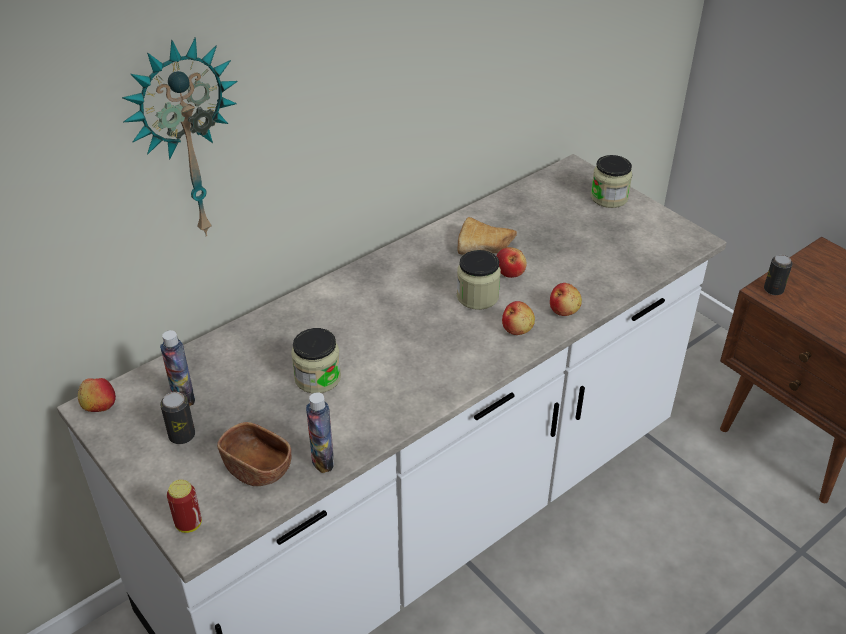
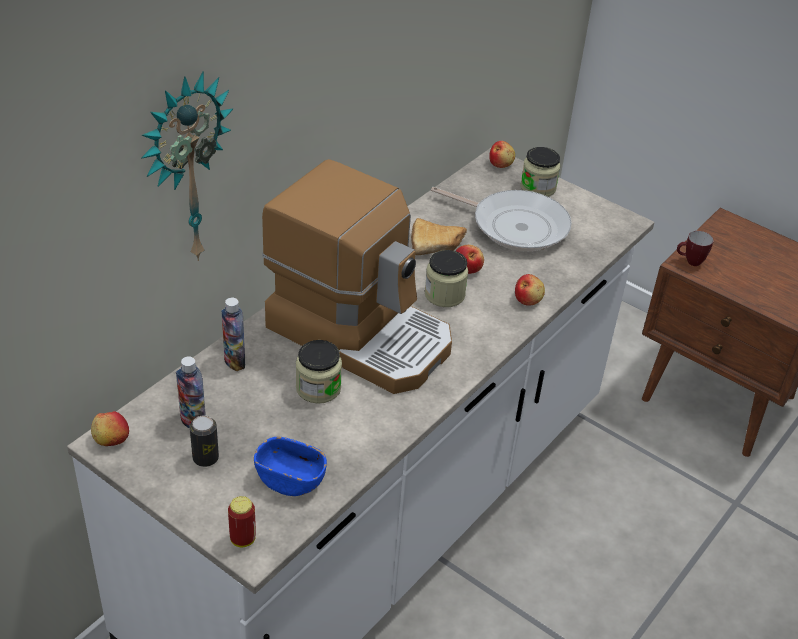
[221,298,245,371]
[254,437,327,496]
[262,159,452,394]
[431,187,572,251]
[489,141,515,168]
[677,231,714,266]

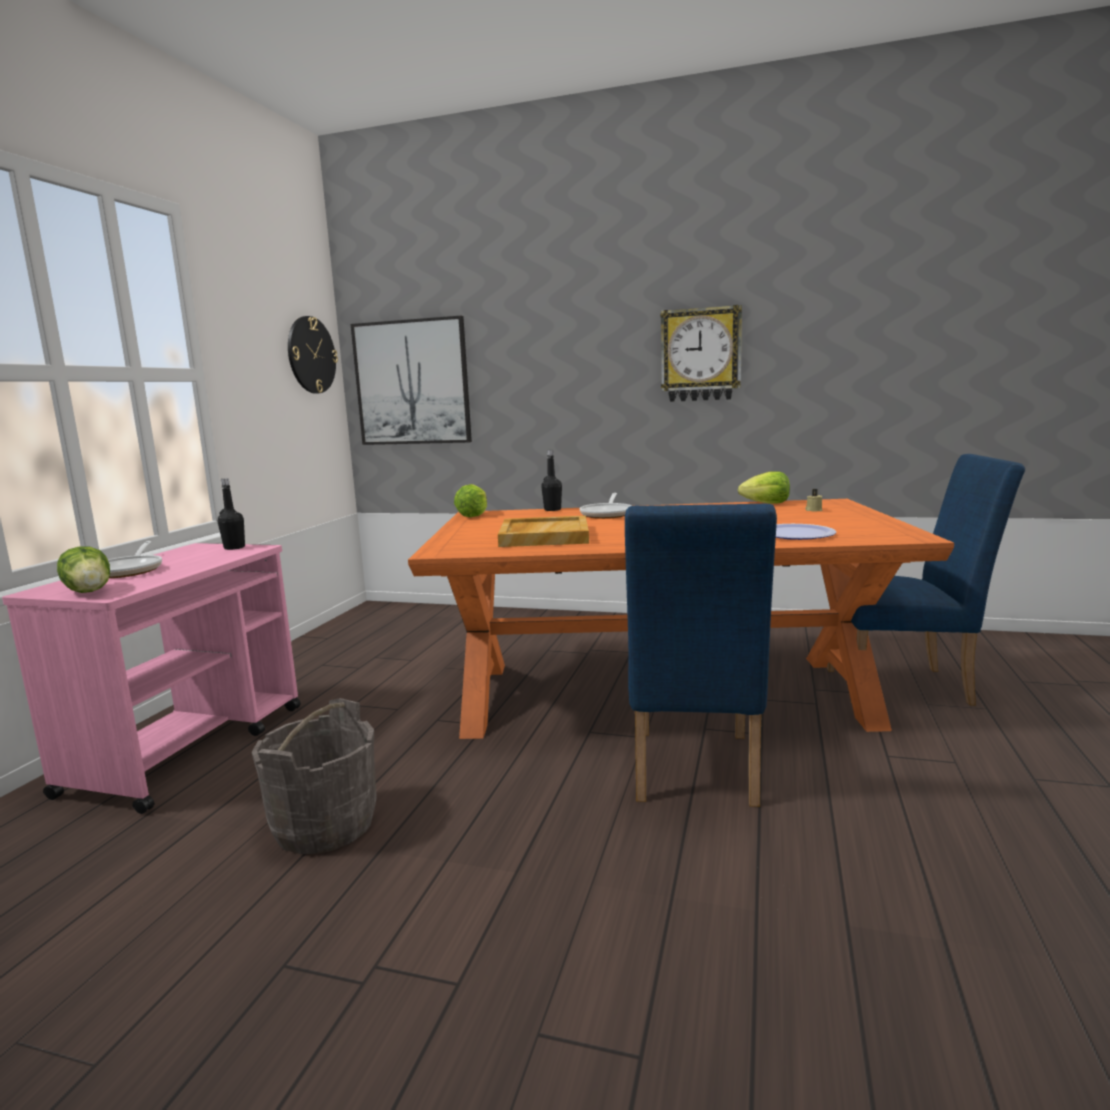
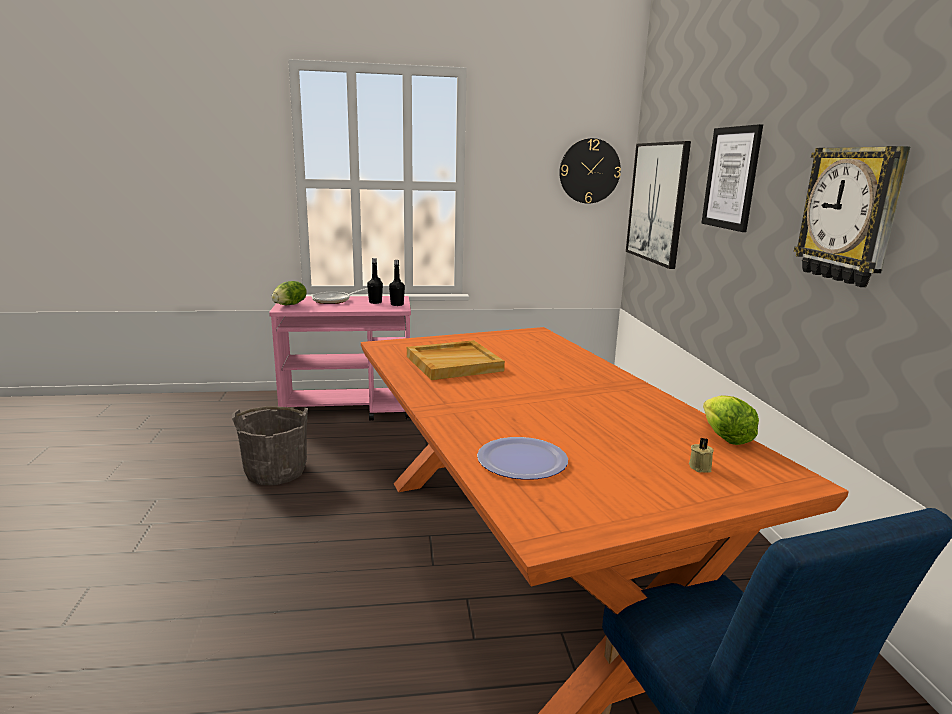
[367,258,383,304]
[702,124,763,232]
[454,484,487,517] (first image)
[580,493,631,519] (first image)
[625,504,777,807] (first image)

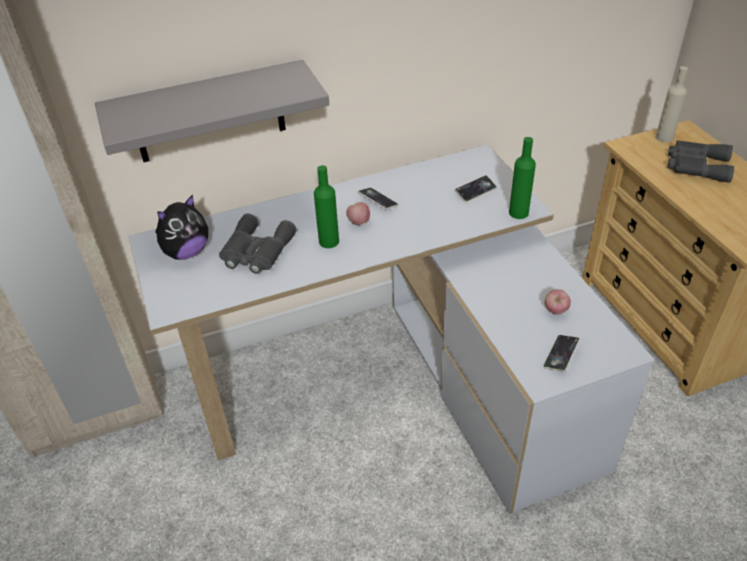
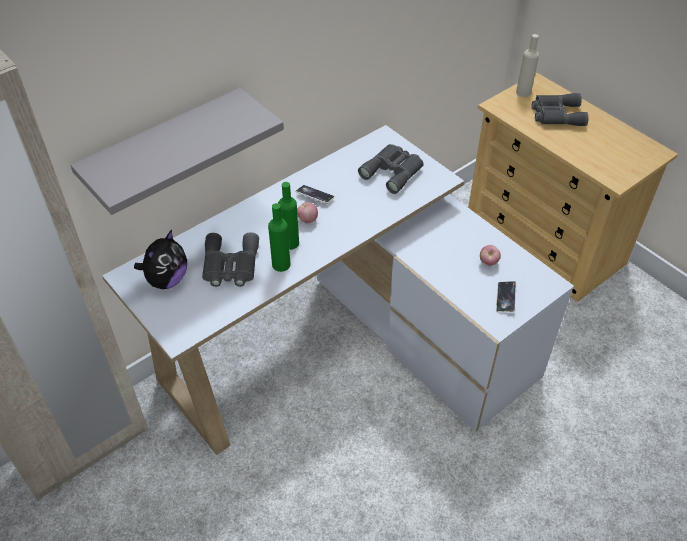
[268,203,291,272]
[358,144,424,194]

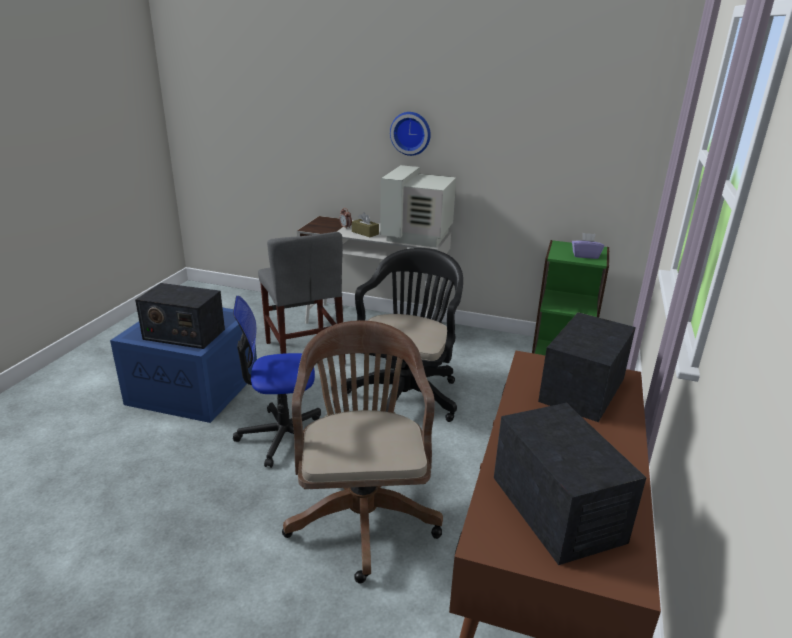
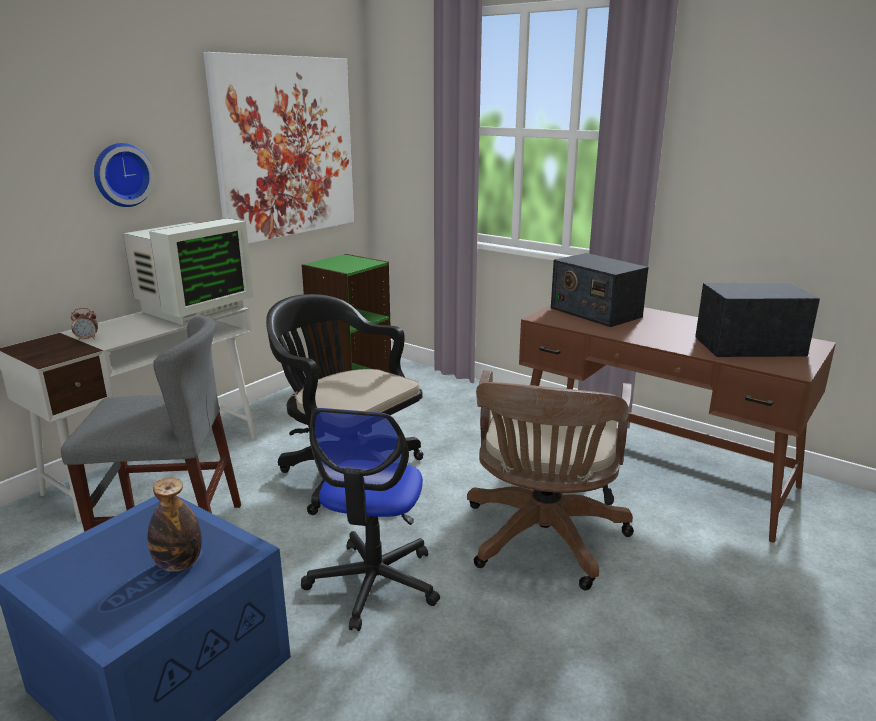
[123,218,254,325]
[147,478,202,572]
[203,52,354,244]
[467,370,634,590]
[352,212,379,237] (first image)
[572,233,604,259] (first image)

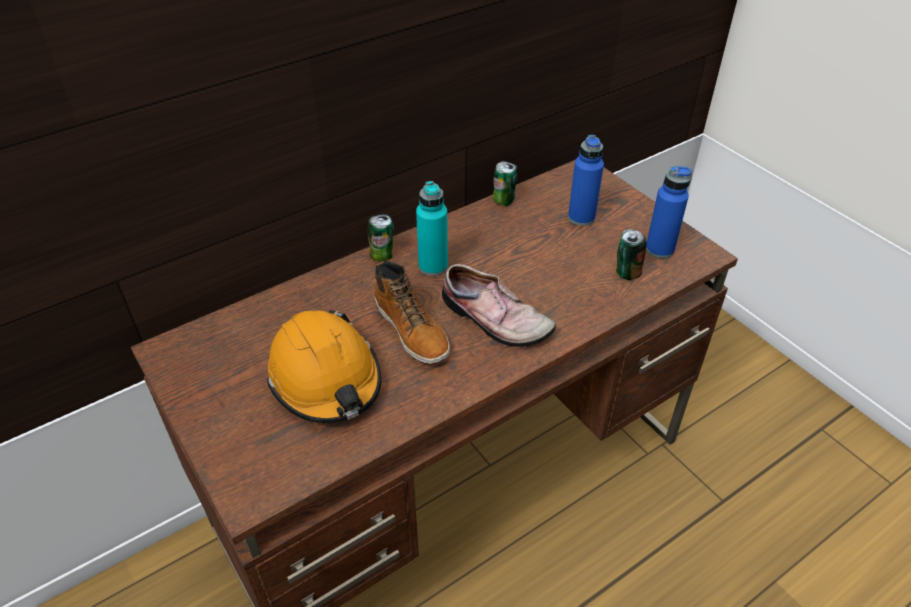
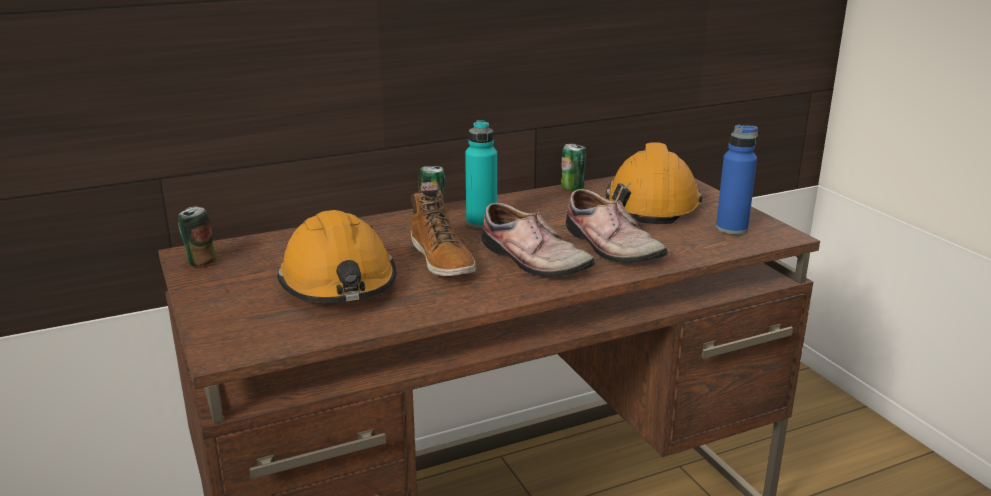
[178,206,216,266]
[566,189,667,263]
[605,142,703,224]

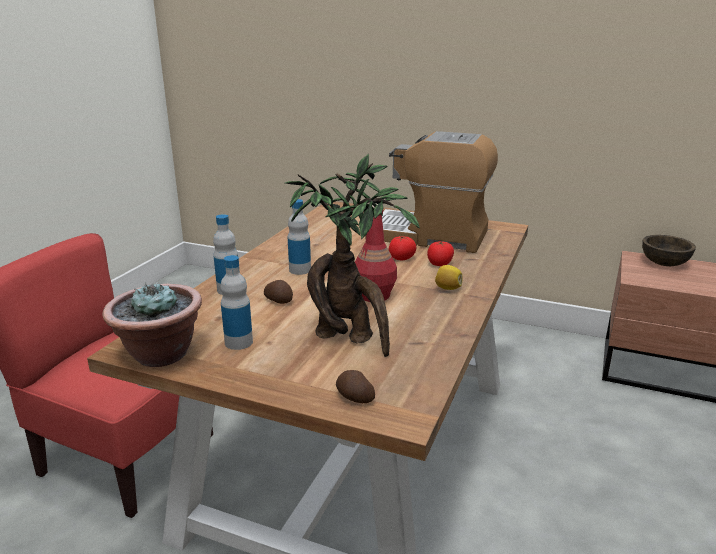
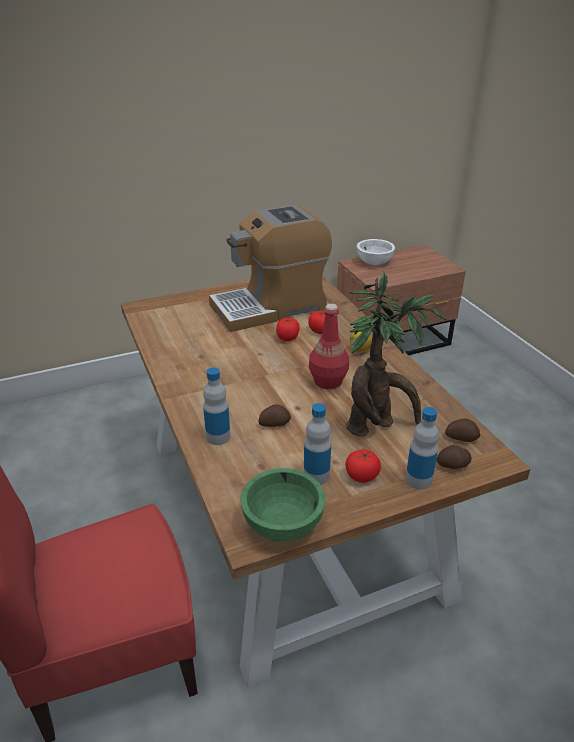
[240,468,325,541]
[346,450,381,483]
[357,239,395,265]
[405,407,439,490]
[445,418,480,442]

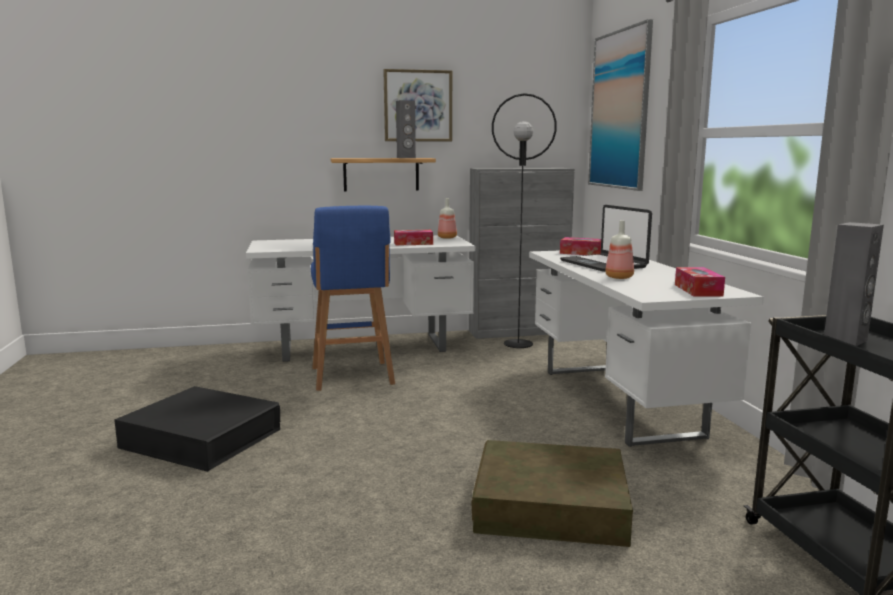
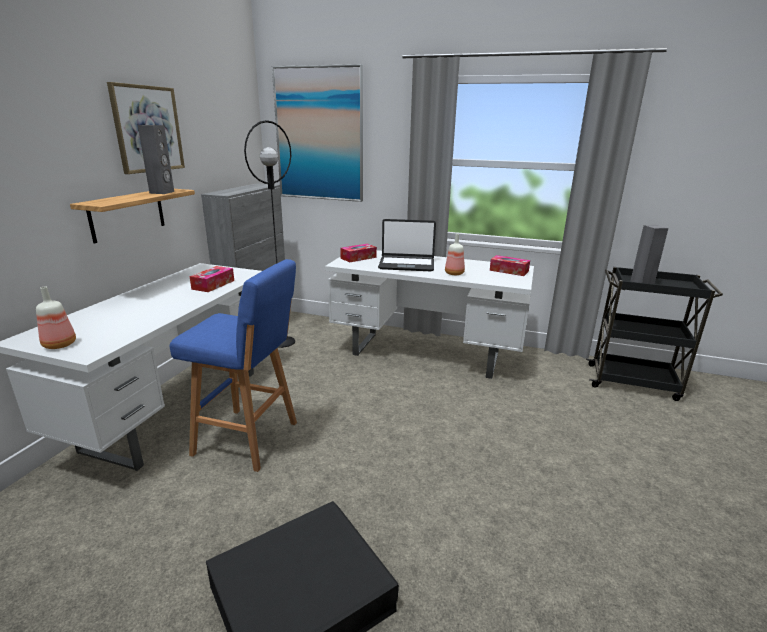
[36,286,76,349]
[472,440,633,547] (first image)

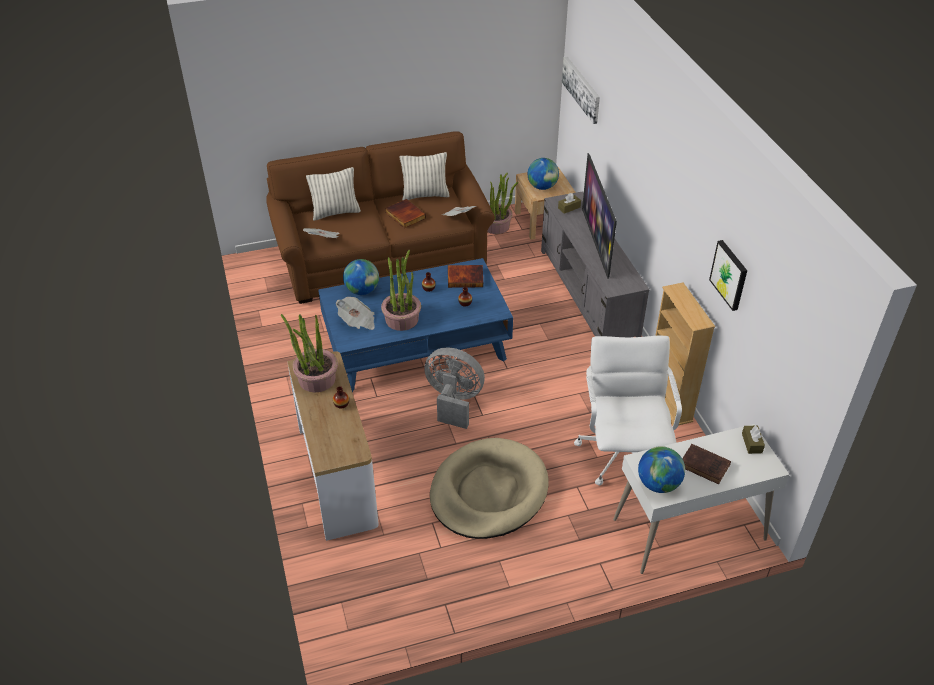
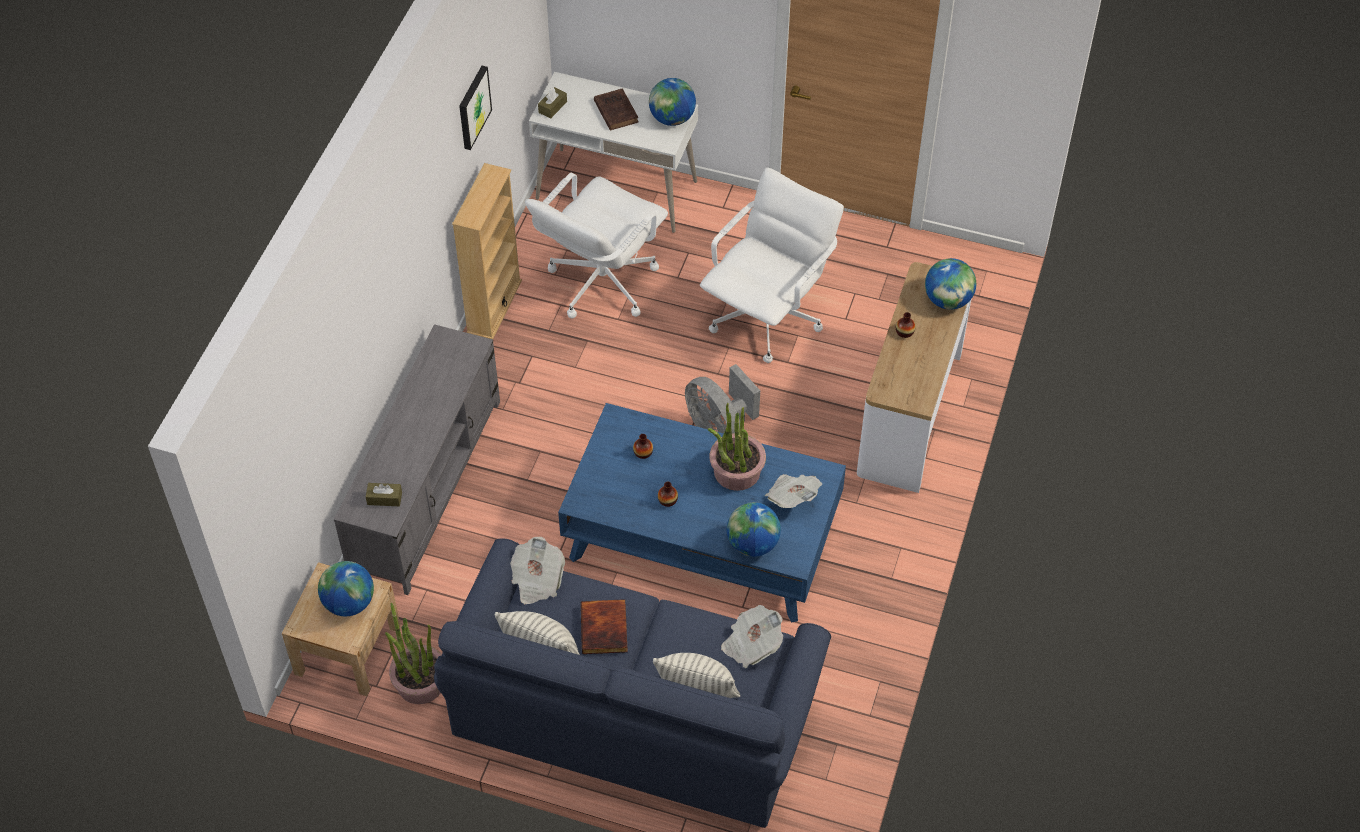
[434,538,831,828]
[700,168,844,363]
[925,258,976,310]
[281,314,338,392] (first image)
[448,265,483,288] (first image)
[562,57,600,124] (first image)
[582,153,617,279] (first image)

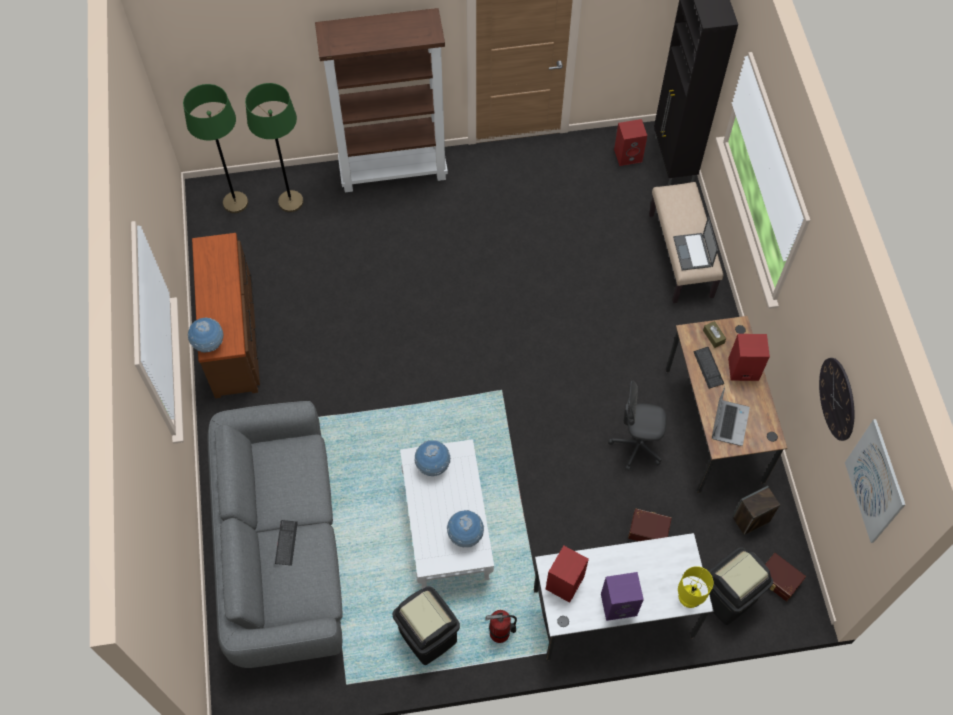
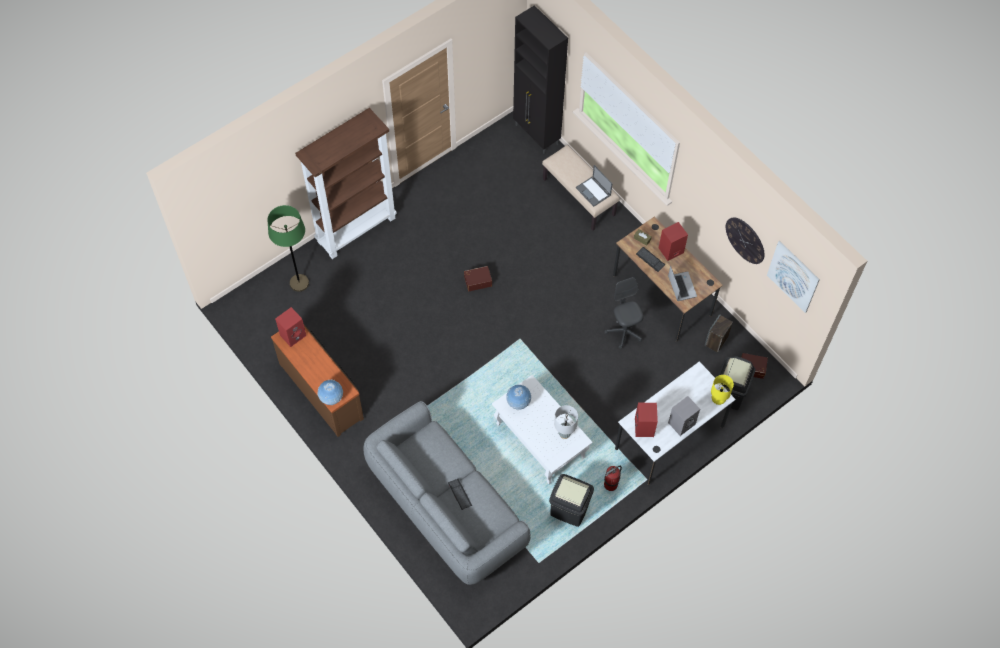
[275,307,306,347]
[464,266,492,291]
[554,405,578,439]
[604,277,644,349]
[668,396,700,436]
[183,84,248,214] (first image)

